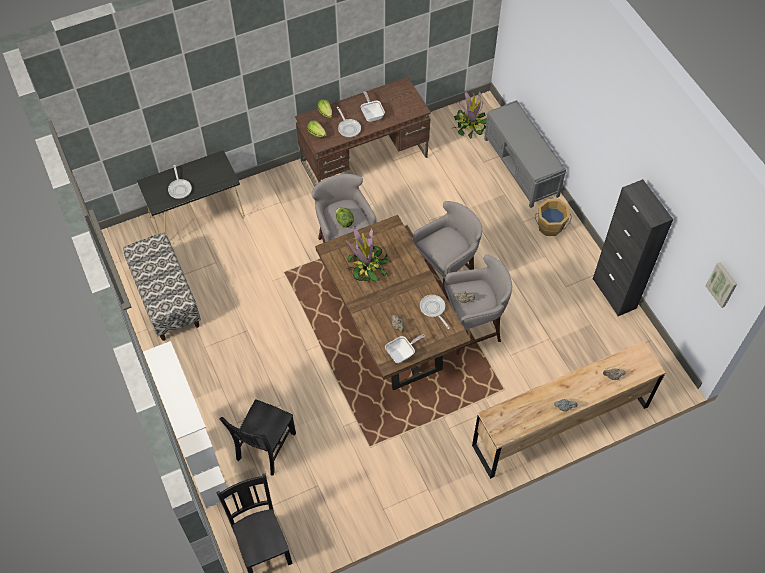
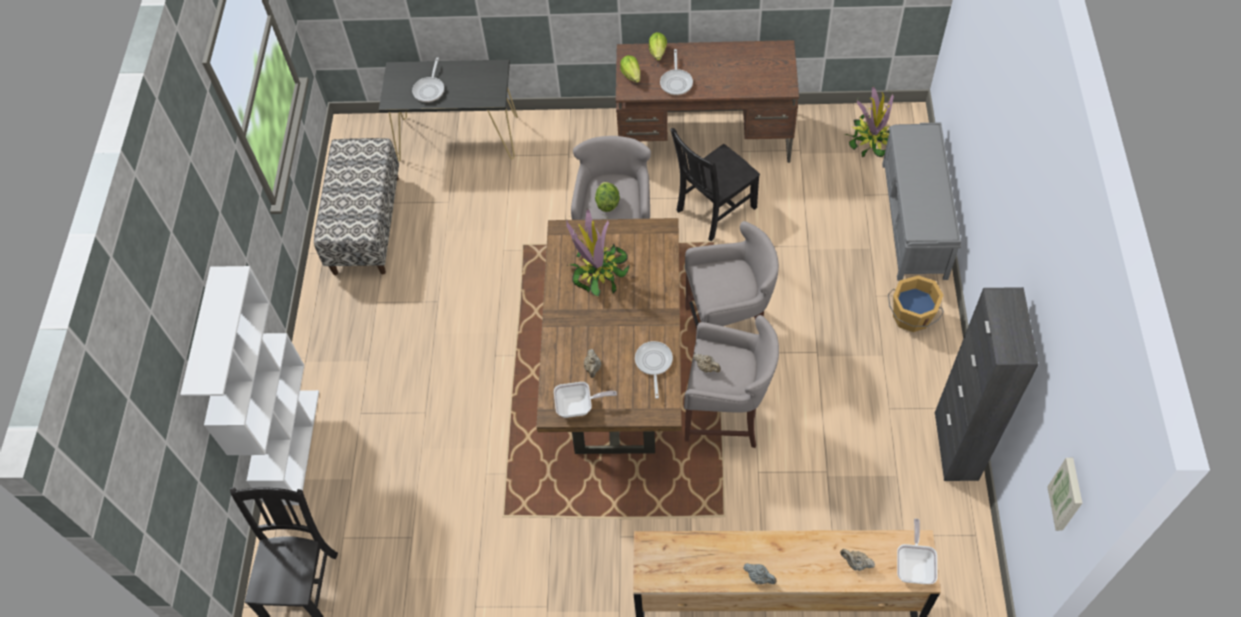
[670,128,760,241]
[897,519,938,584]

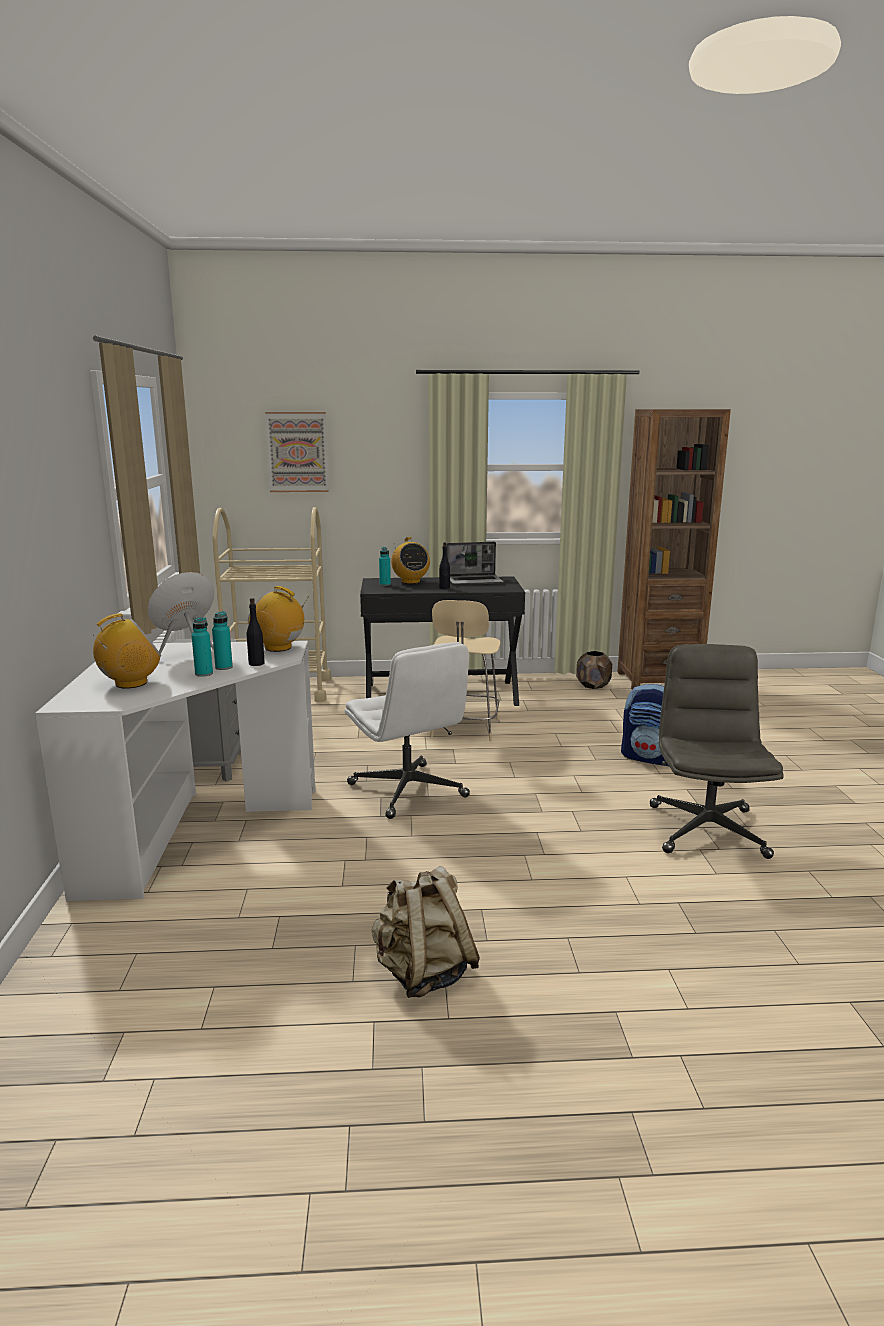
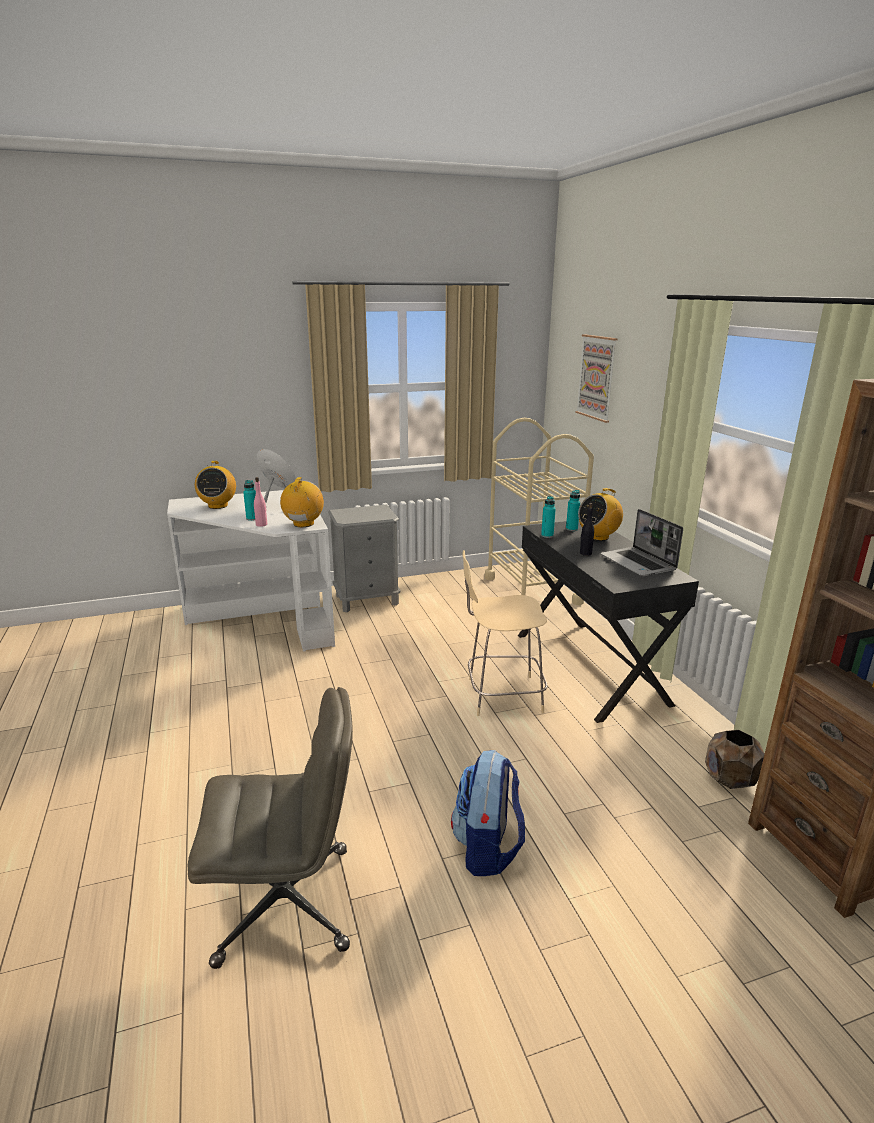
[195,461,236,509]
[254,477,267,527]
[541,496,556,538]
[345,642,470,819] (first image)
[371,866,480,998] (first image)

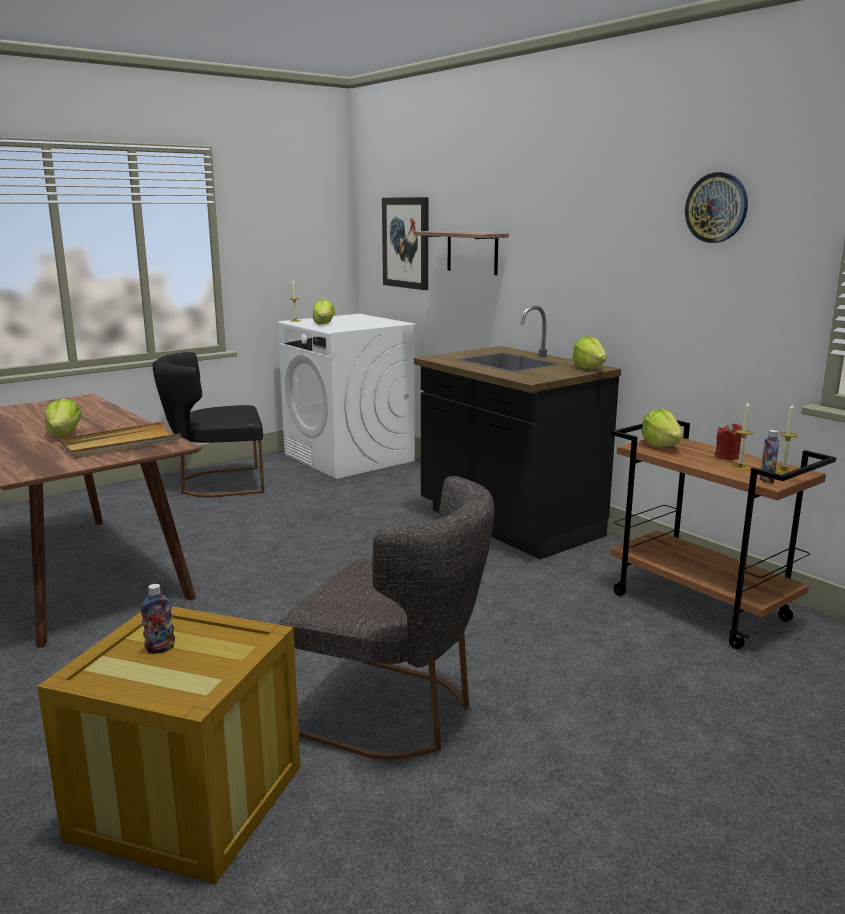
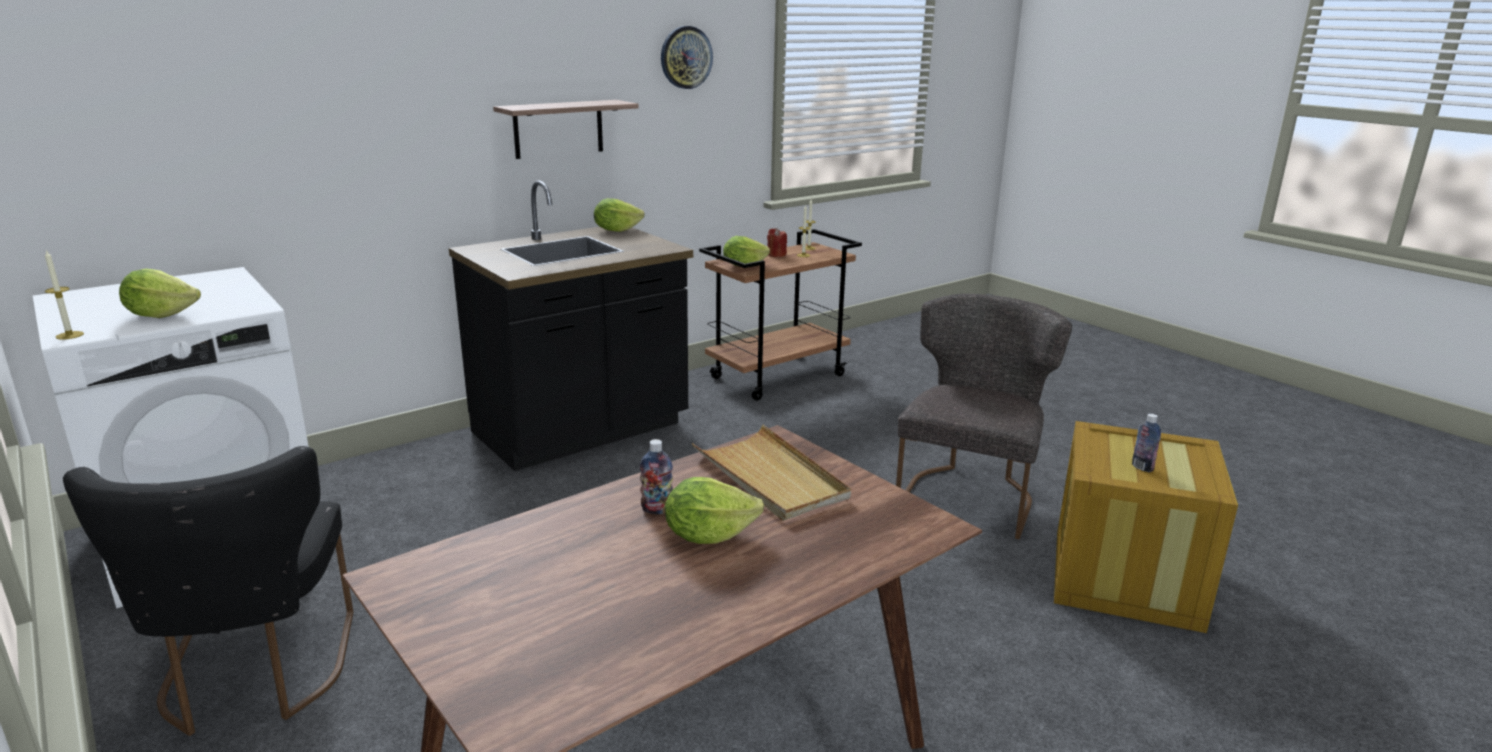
[493,100,639,159]
[640,439,673,514]
[382,197,428,290] (first image)

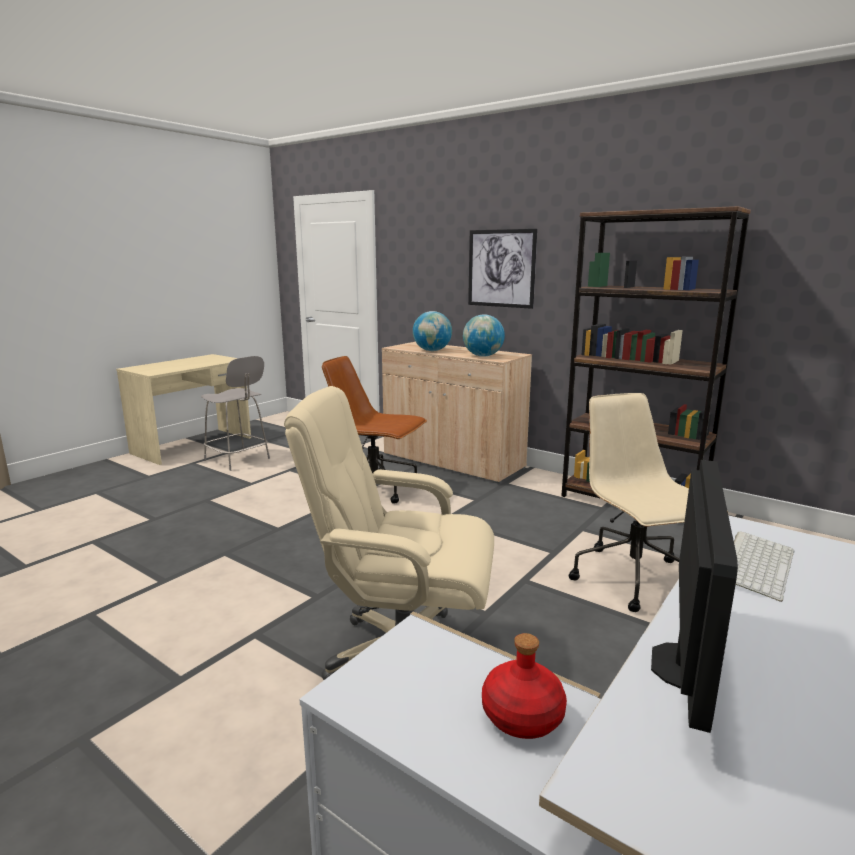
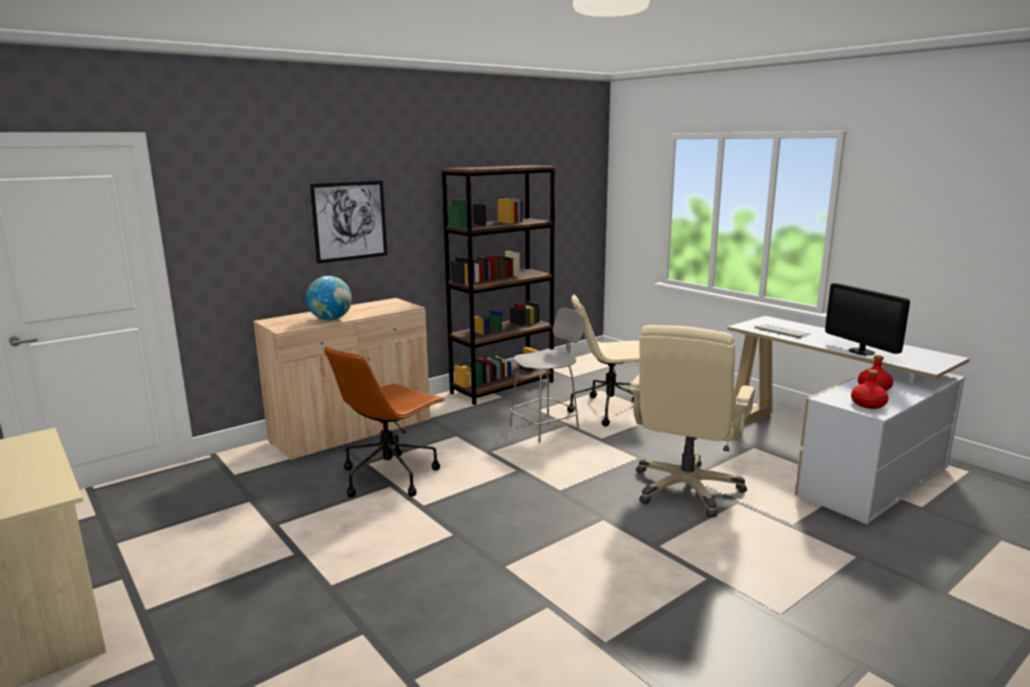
[509,308,585,443]
[825,283,910,356]
[851,369,889,409]
[463,314,505,357] (first image)

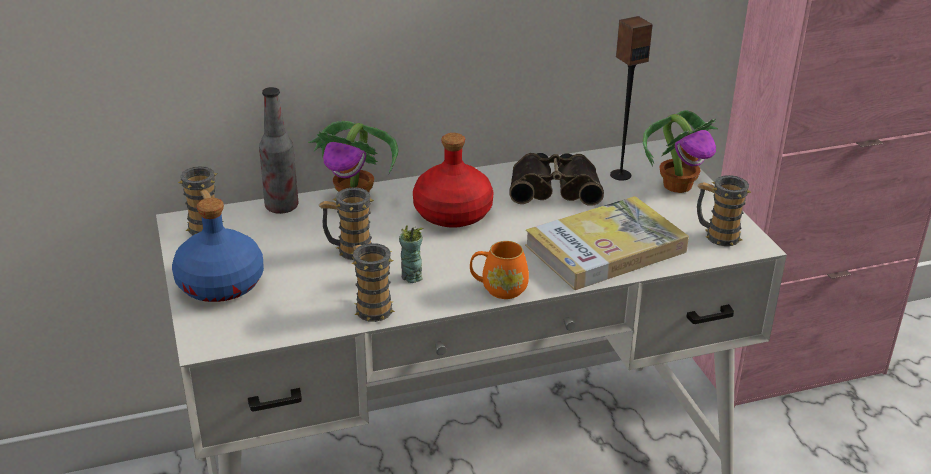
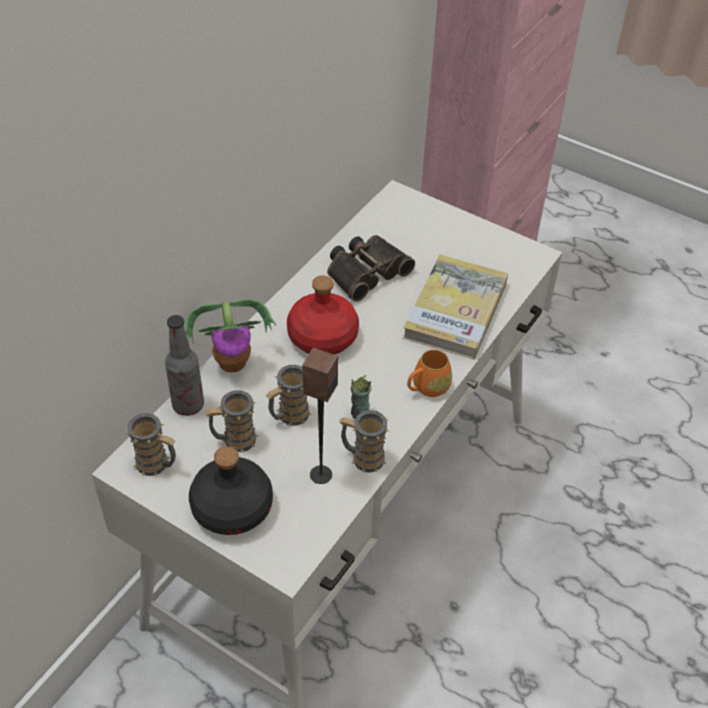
[189,446,273,535]
[205,390,258,453]
[302,348,338,484]
[643,110,718,193] (first image)

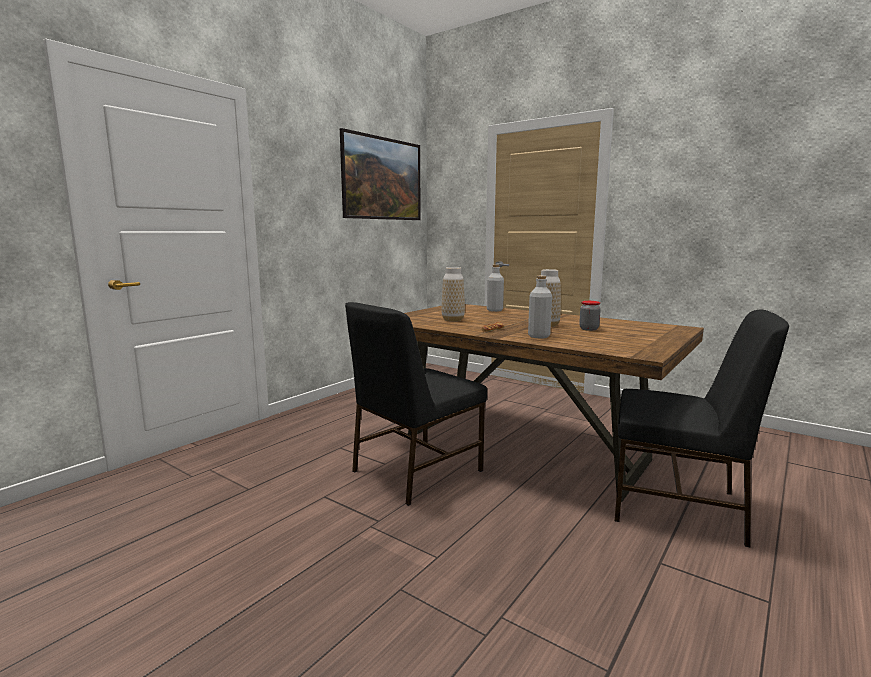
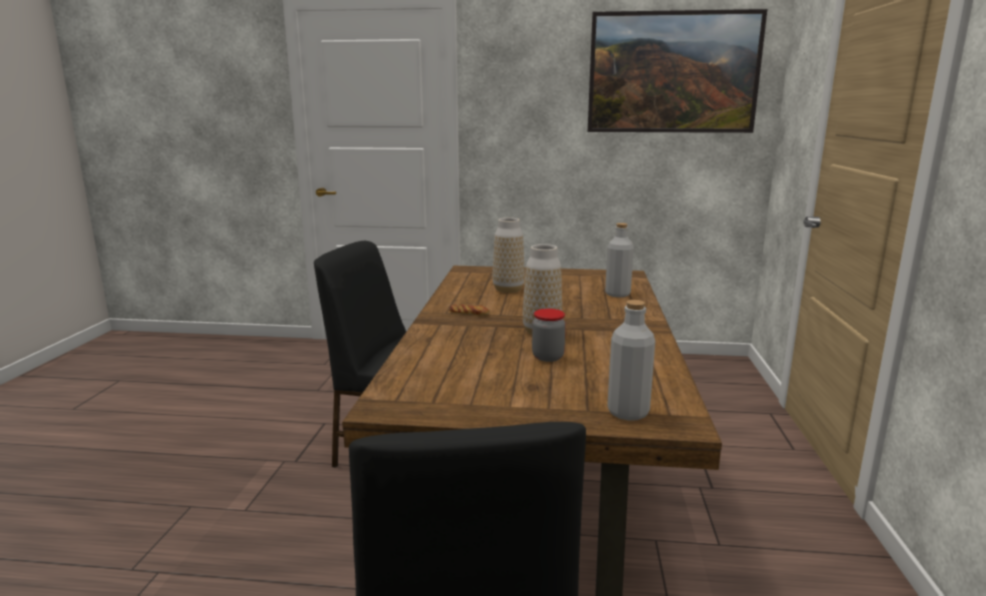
[607,300,655,421]

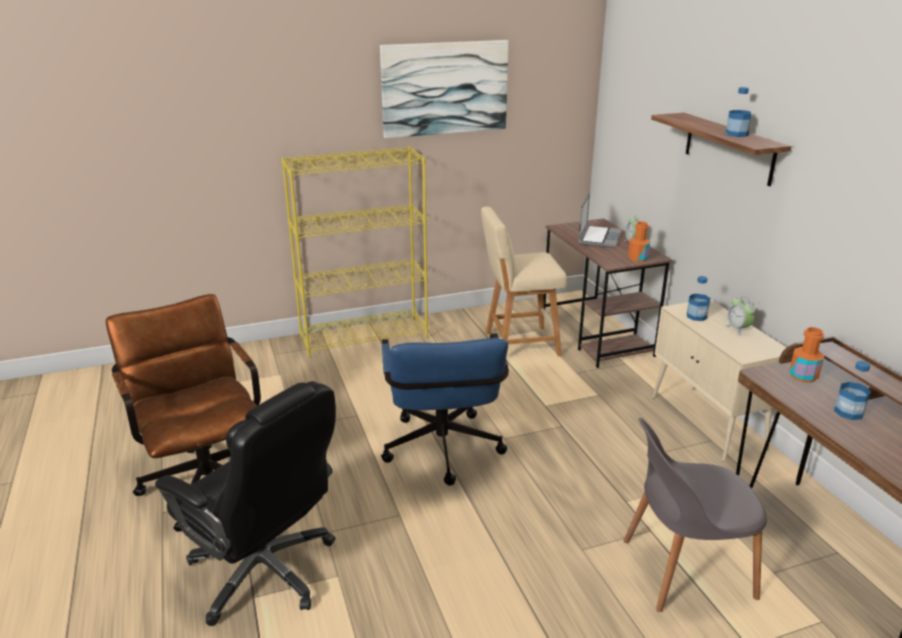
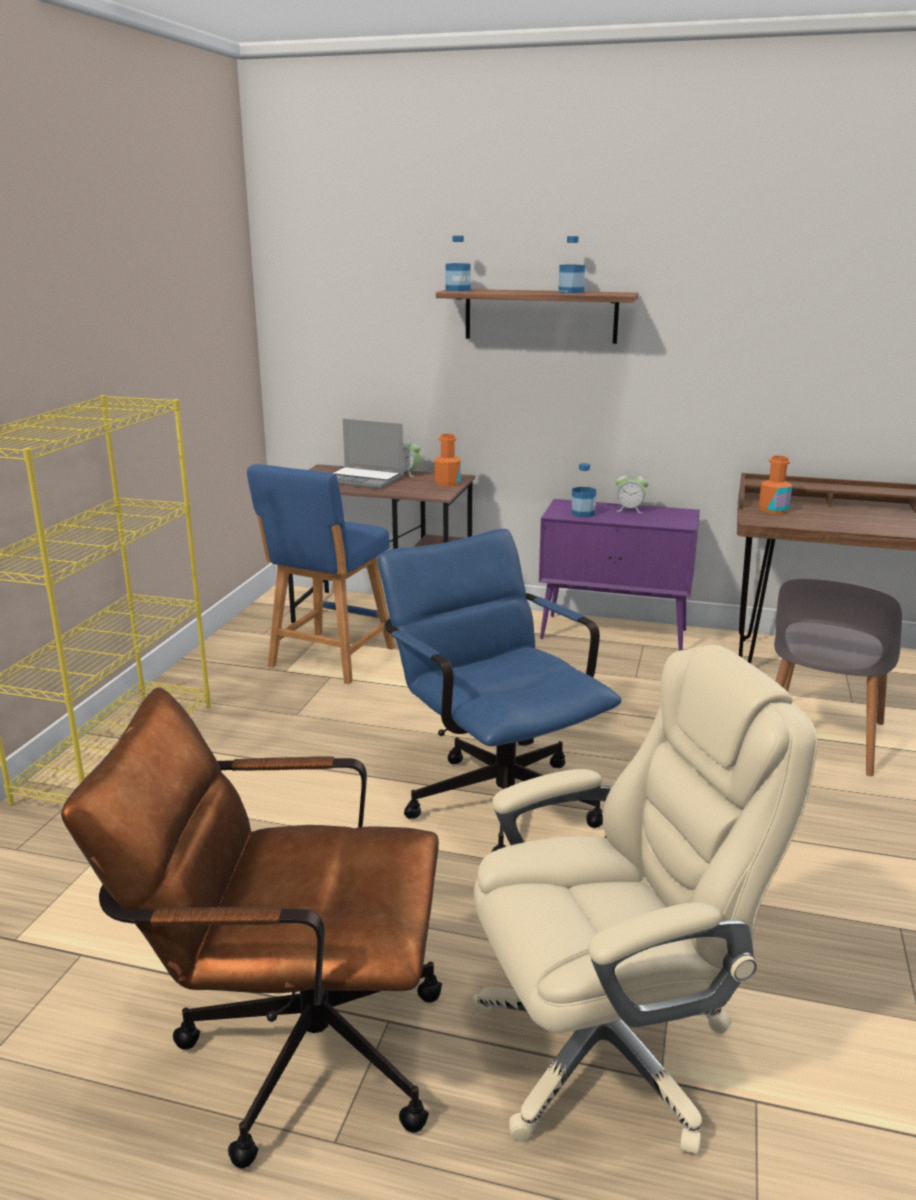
[247,464,395,684]
[332,419,404,489]
[378,529,622,852]
[446,235,471,291]
[471,645,818,1155]
[539,499,700,651]
[380,40,509,138] (first image)

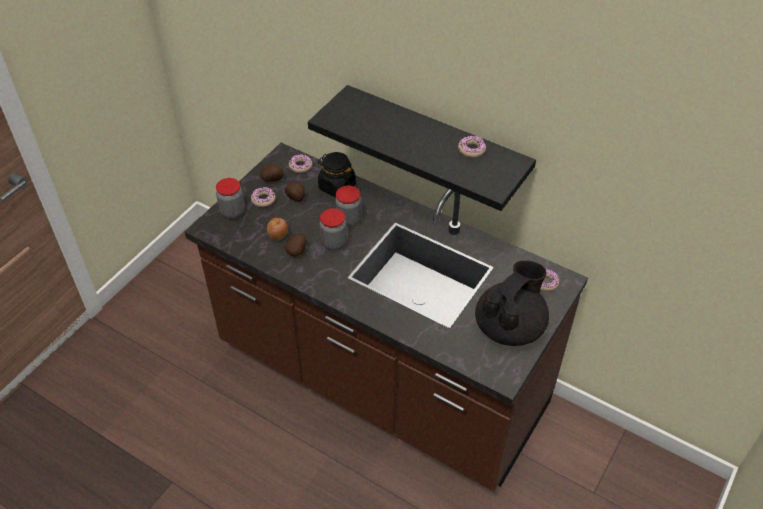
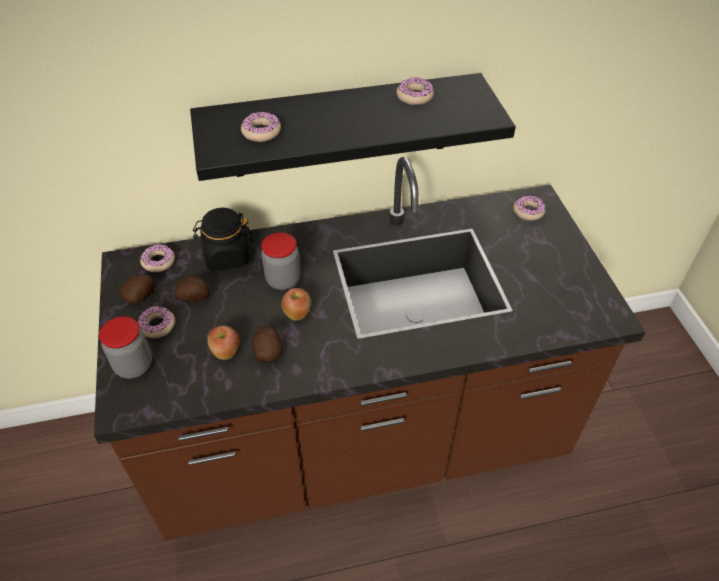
[241,112,281,142]
[281,288,311,321]
[475,261,549,346] (first image)

